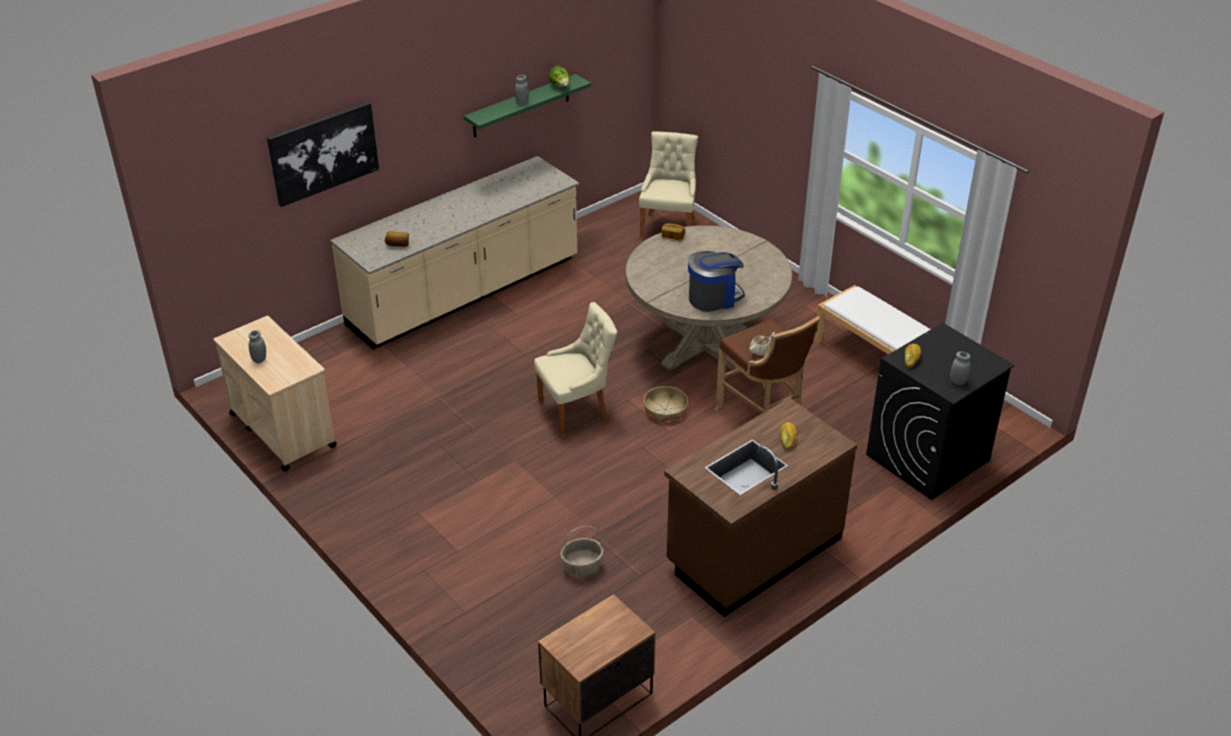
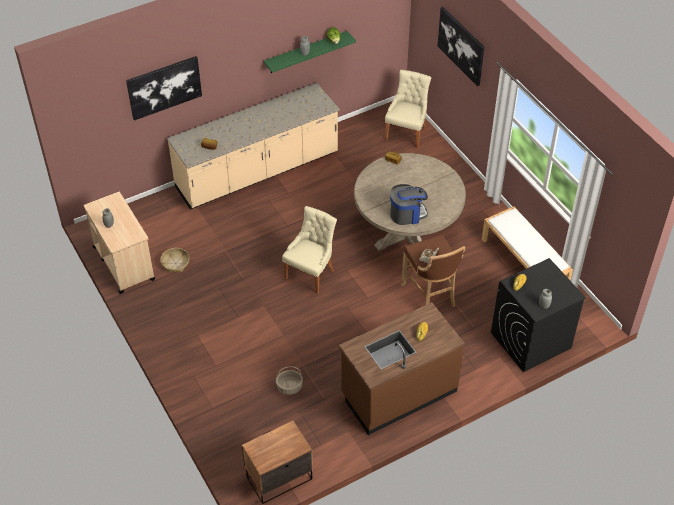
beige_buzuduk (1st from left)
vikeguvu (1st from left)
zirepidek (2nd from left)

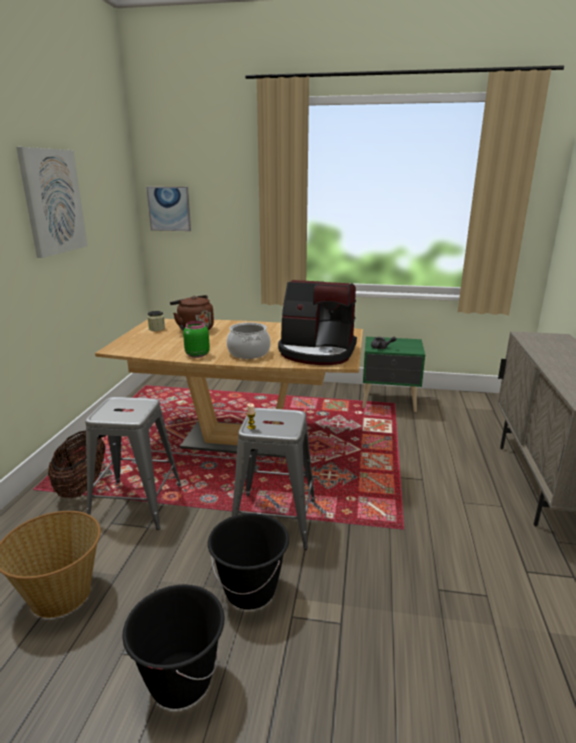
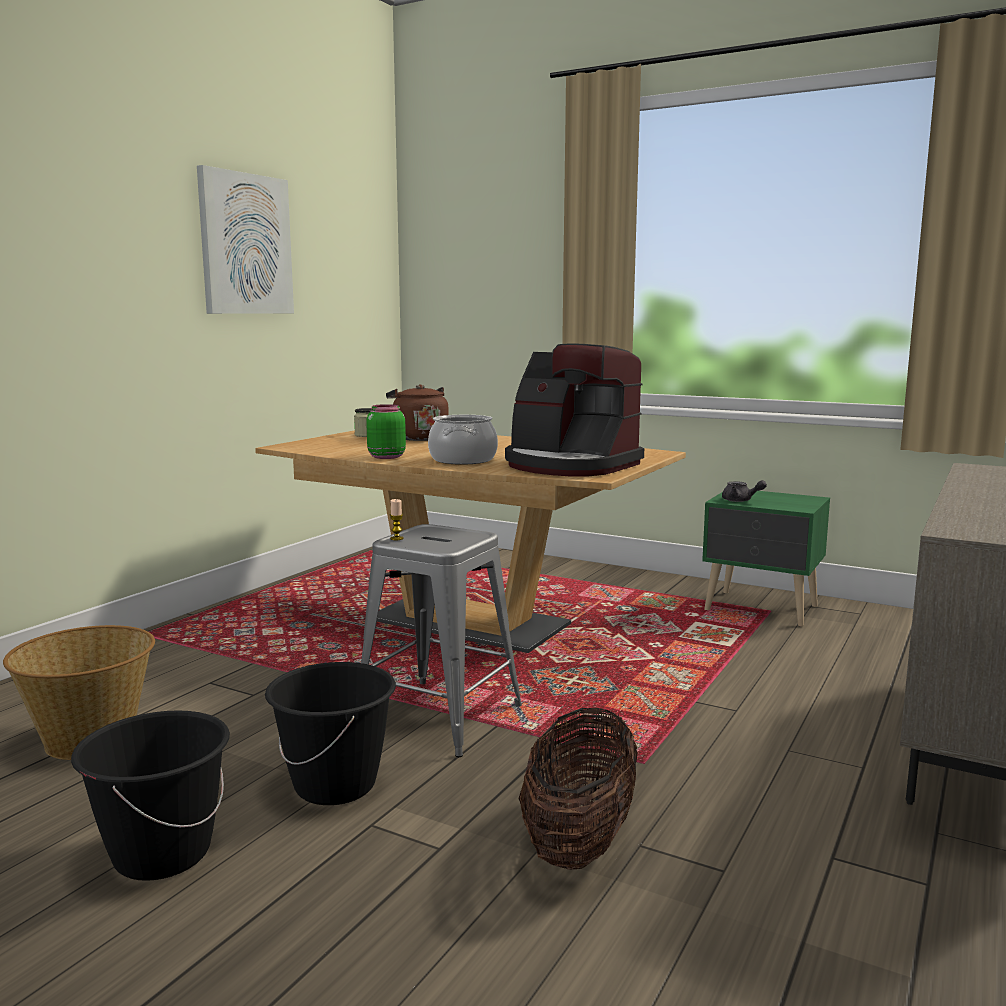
vikeguvu (2nd from left)
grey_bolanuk (1st from left in the first image)
zirepidek (2nd from left in the first image)

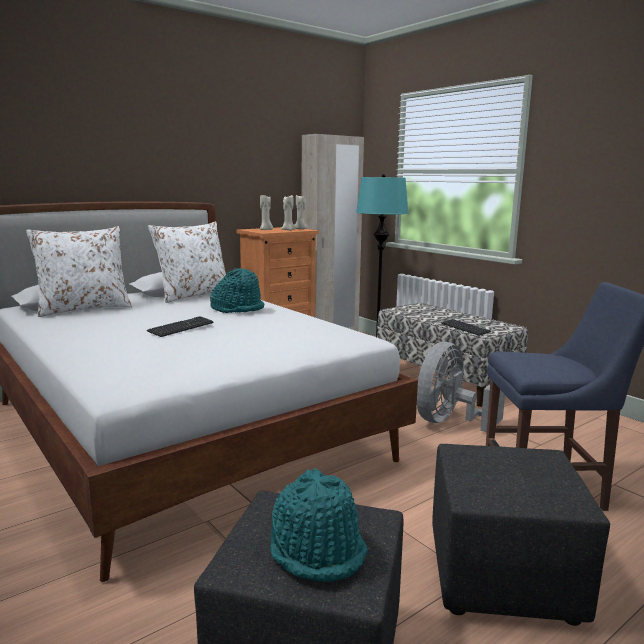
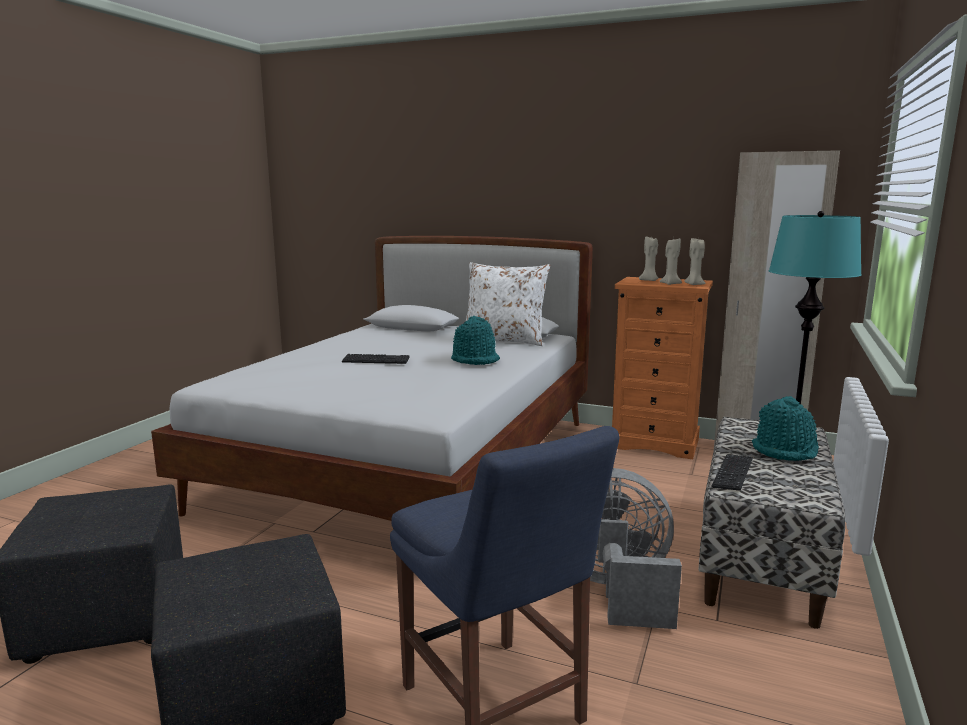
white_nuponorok (1st from left in the first image)
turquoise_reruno (2nd from left)

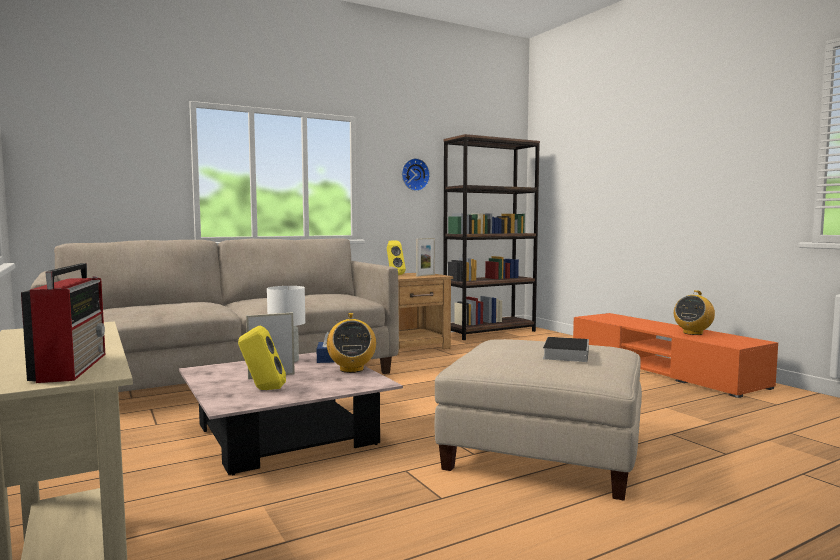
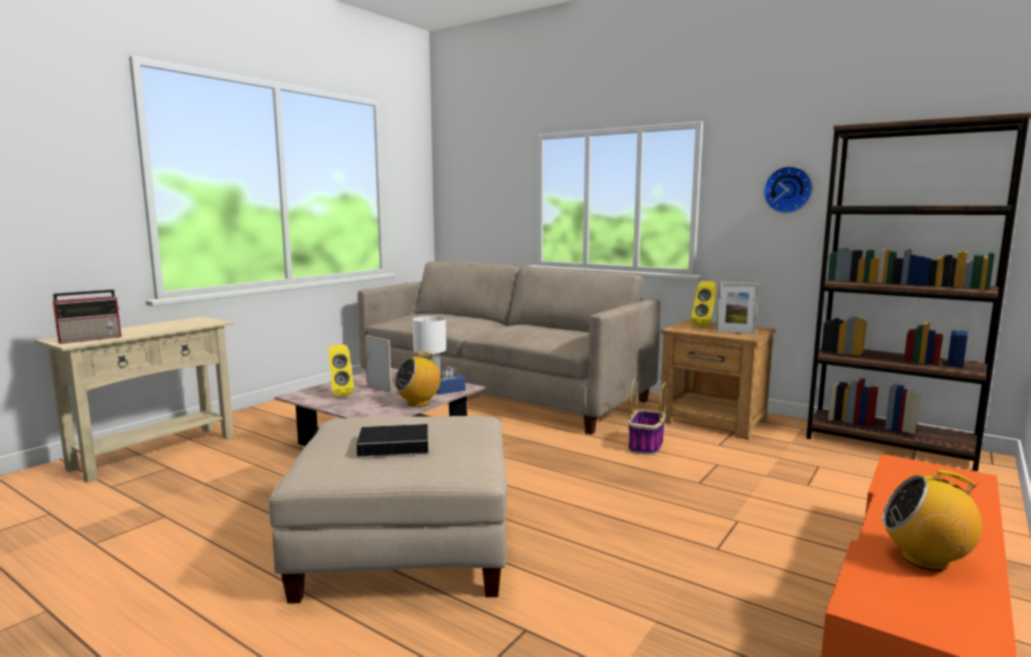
vikeguvu

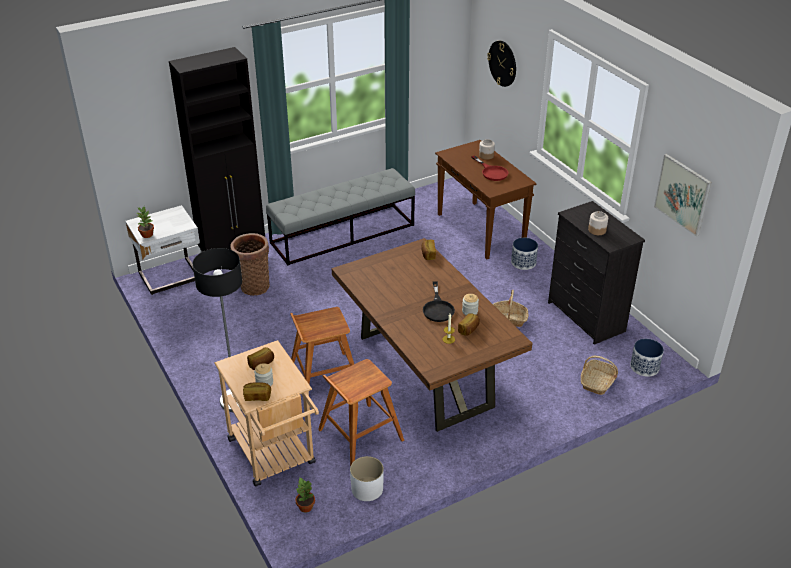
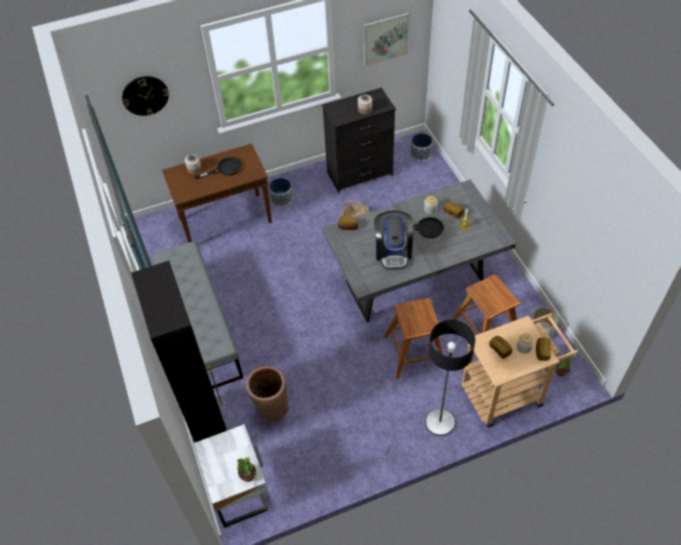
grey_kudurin
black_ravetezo (1st from left)
vikeguvu (3rd from left in the first image)
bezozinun

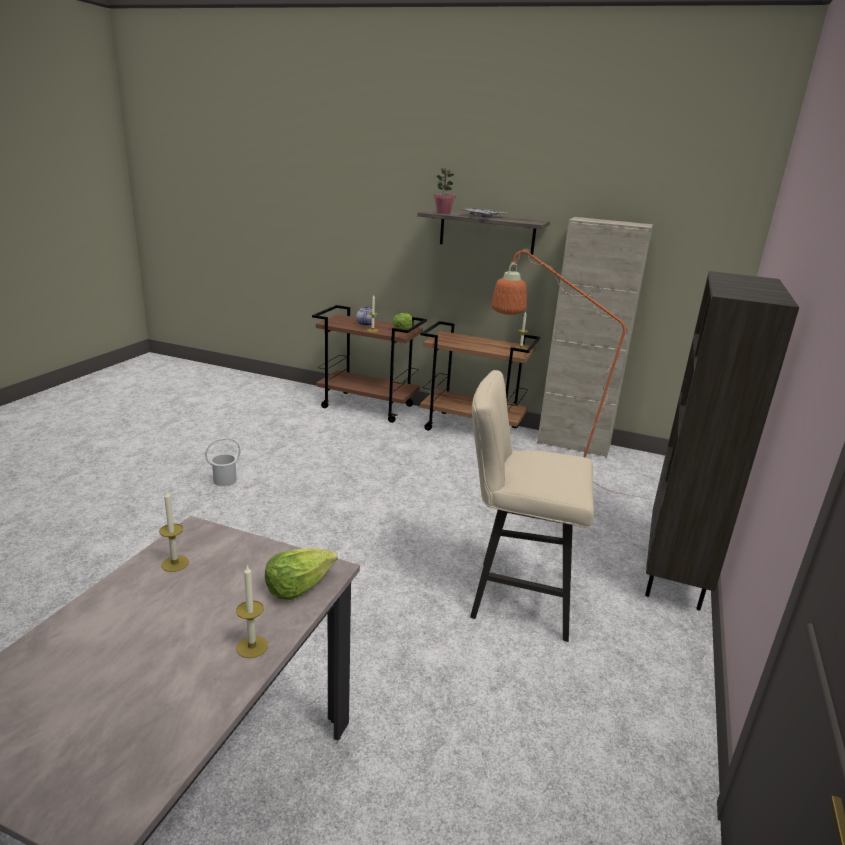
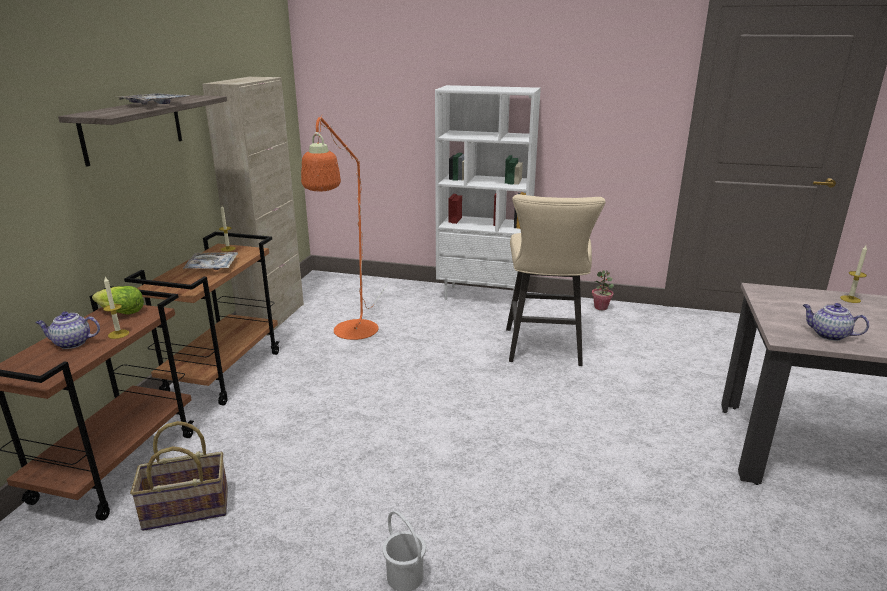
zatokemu (2nd from left)
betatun (1st from left in the first image)
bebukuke
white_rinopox
vikeguvu
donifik (2nd from left)

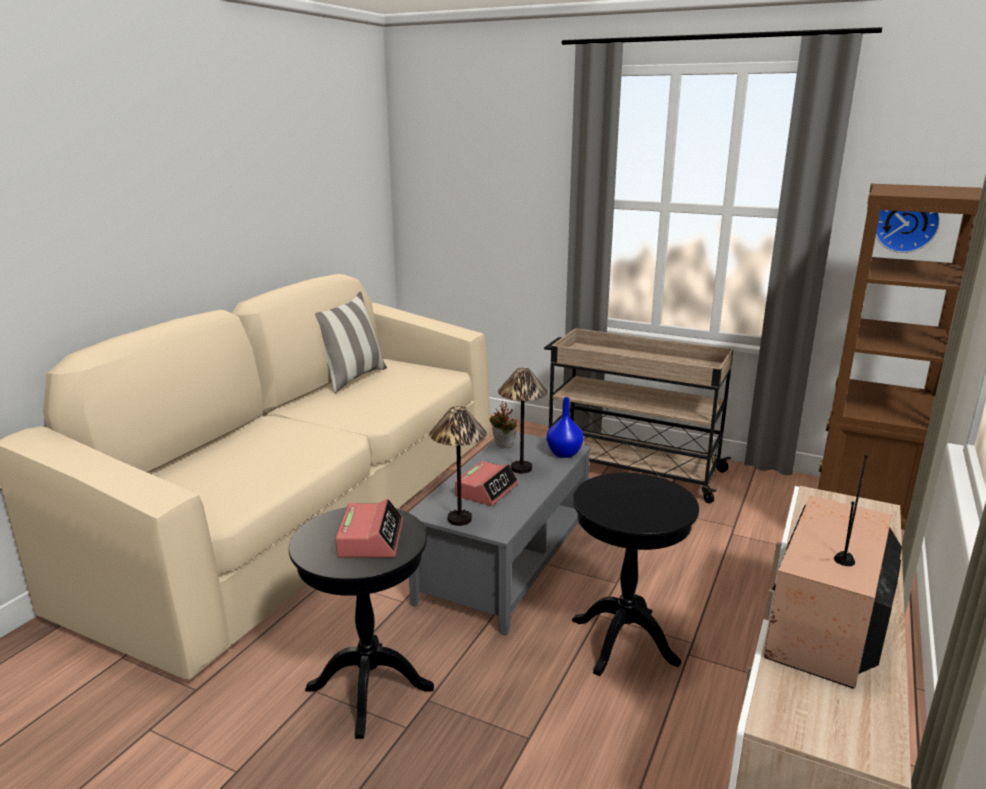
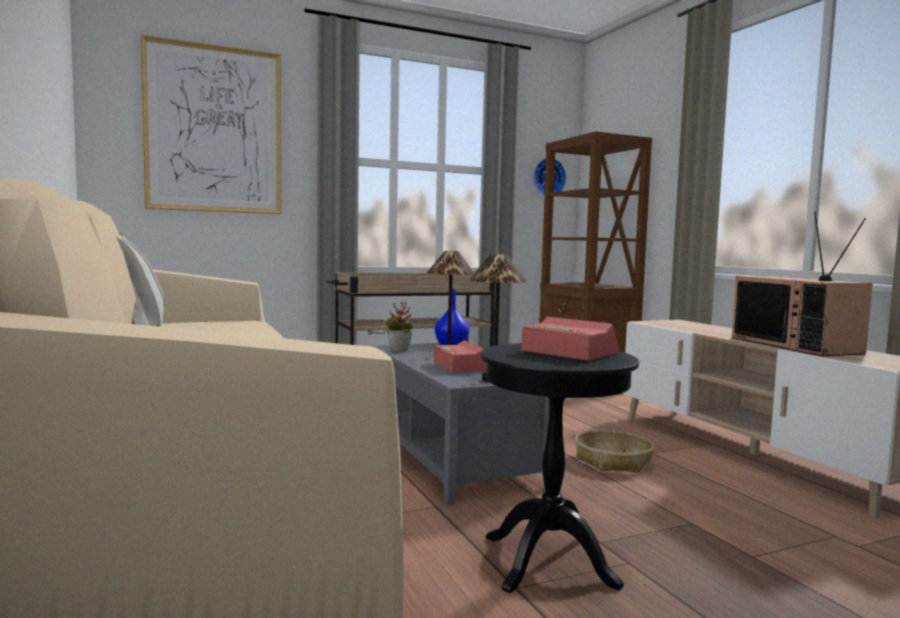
vikeguvu
zirepidek

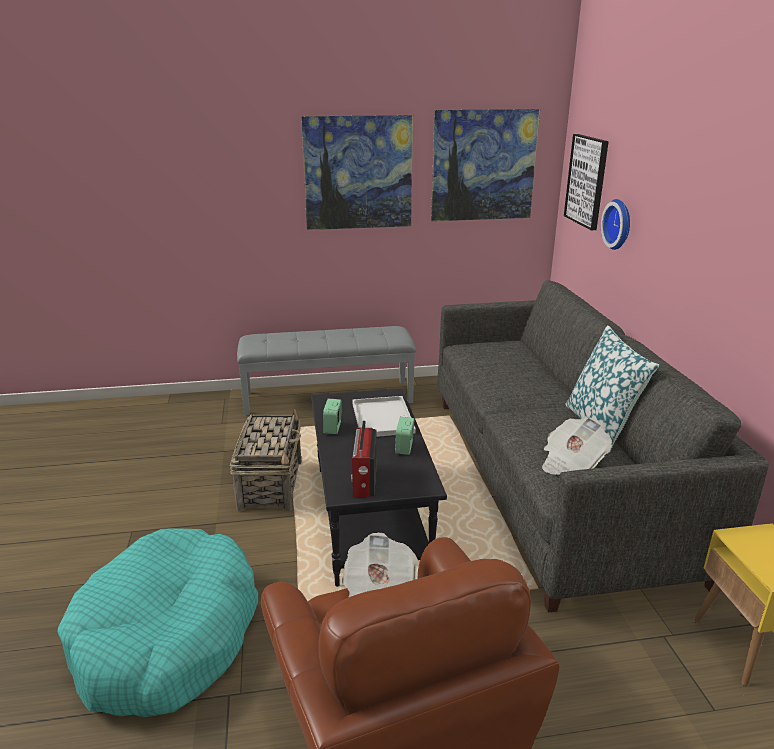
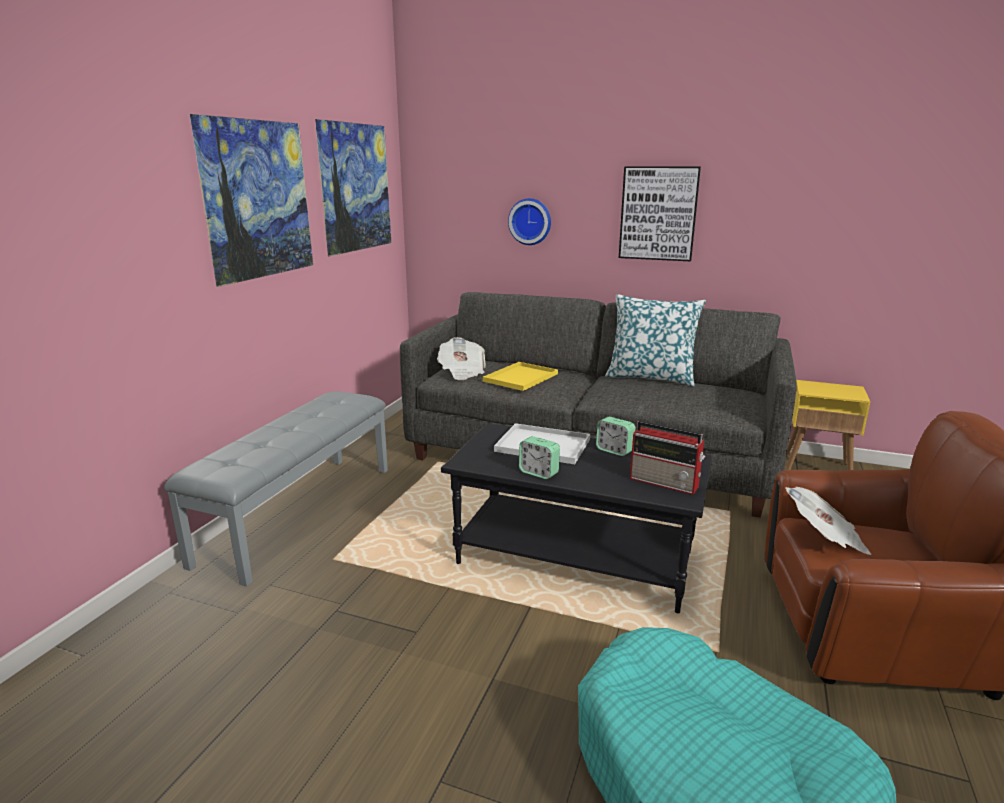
vikeguvu
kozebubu (1st from left)
zirepidek (3rd from left)
yellow_donifik

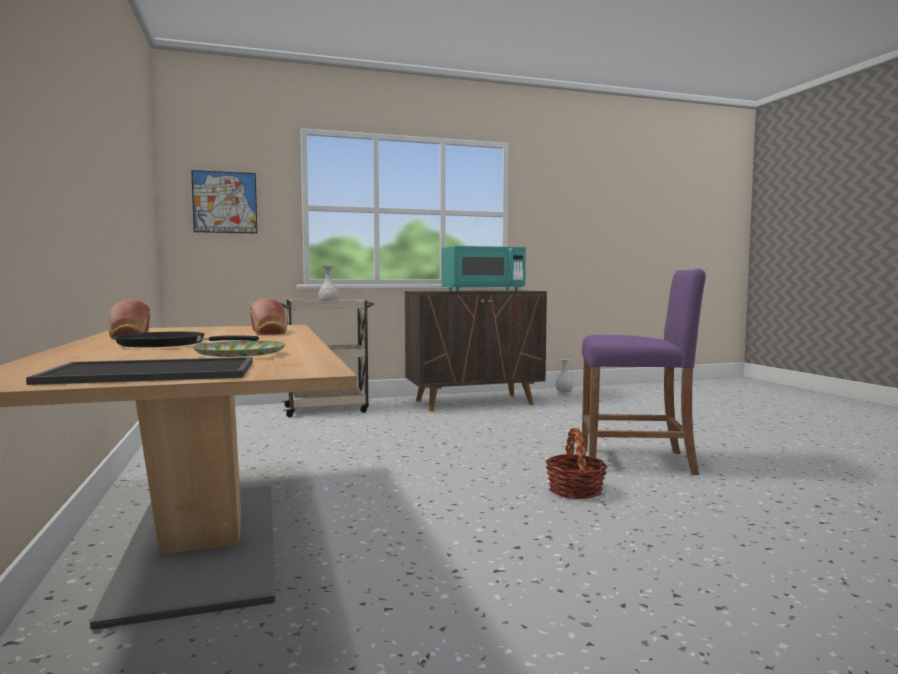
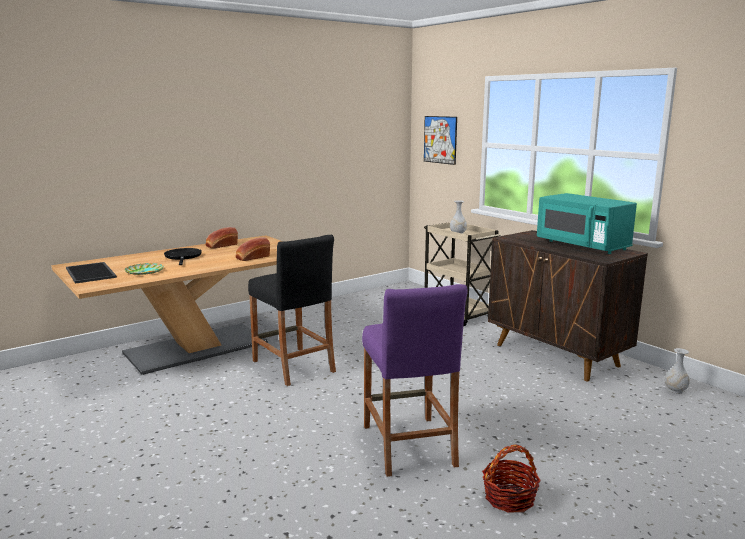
vikeguvu
black_bolanuk

